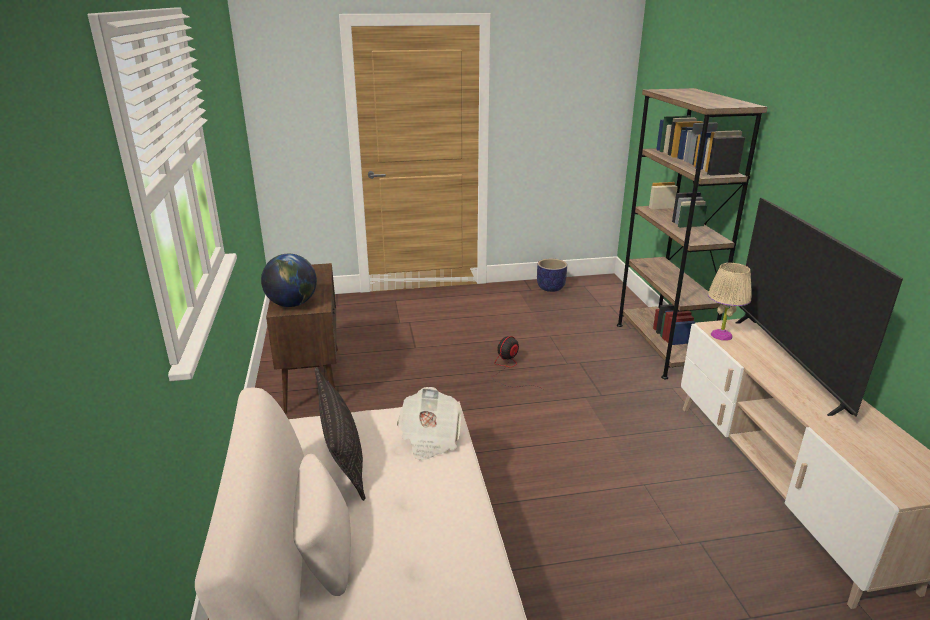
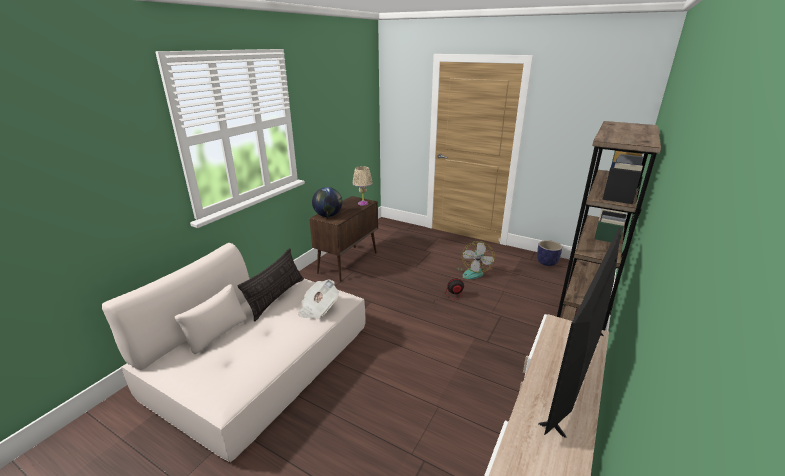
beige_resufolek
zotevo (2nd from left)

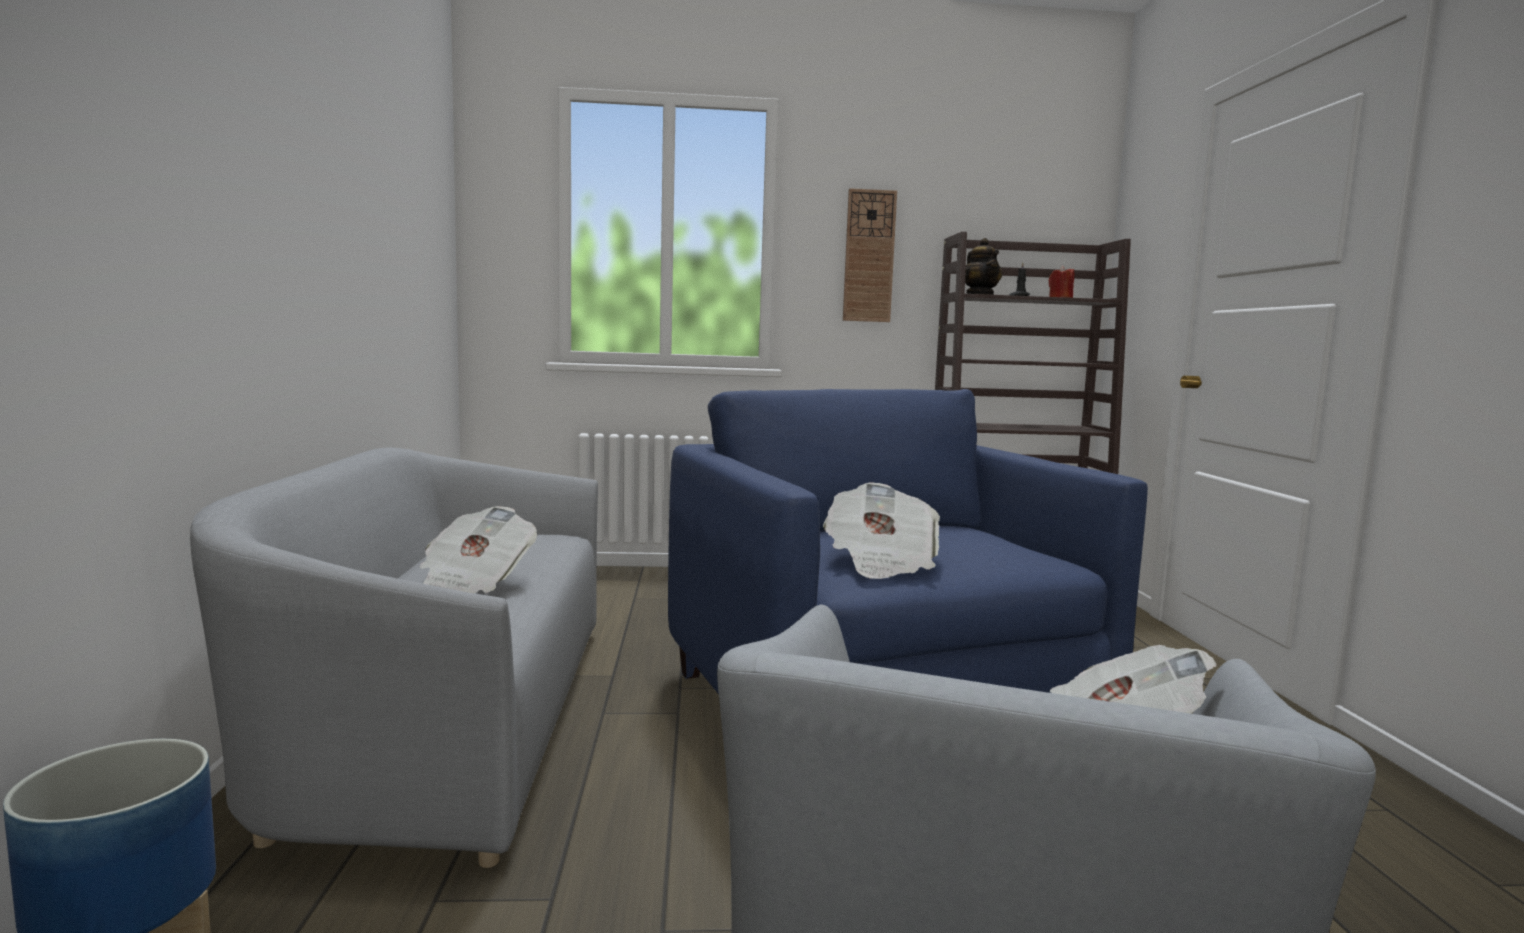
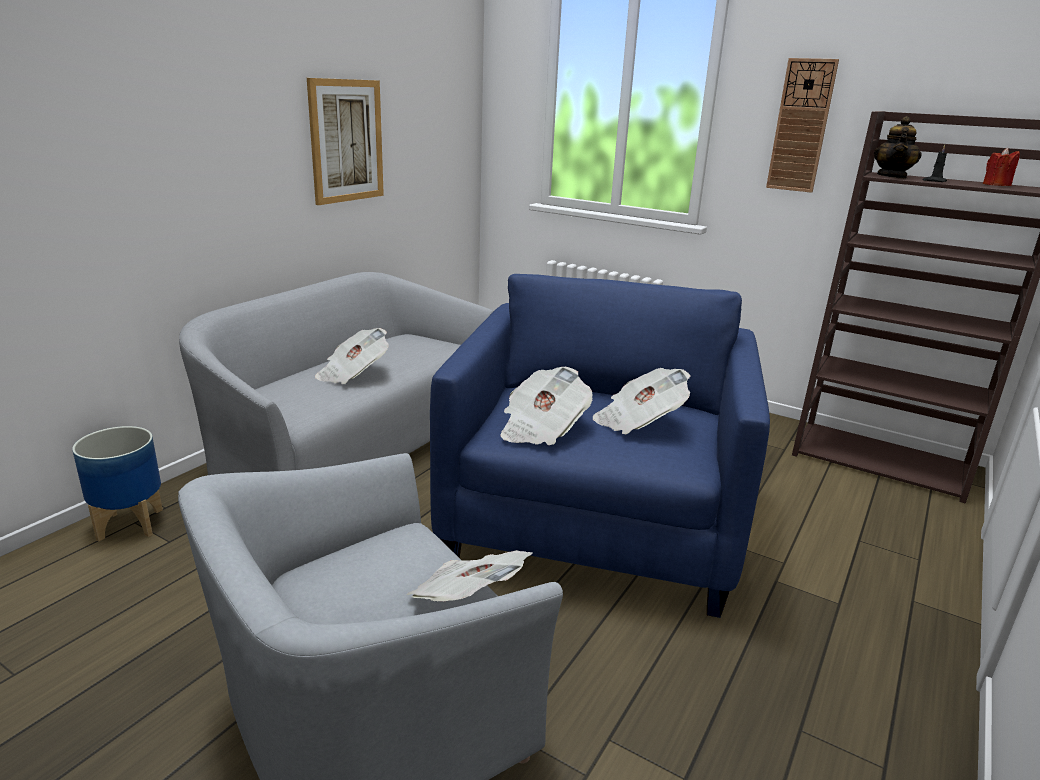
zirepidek
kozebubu (4th from left)

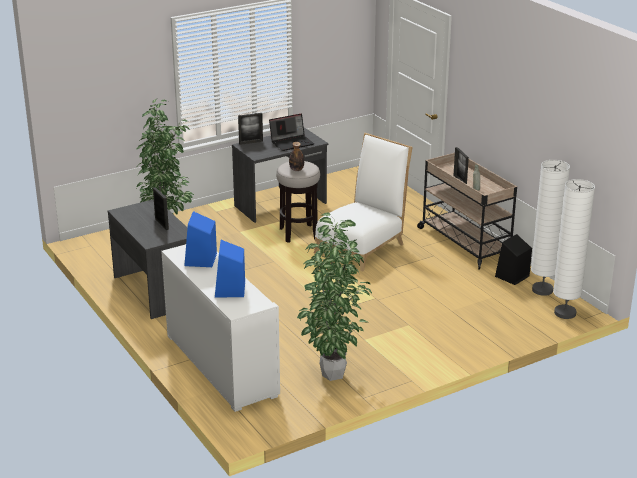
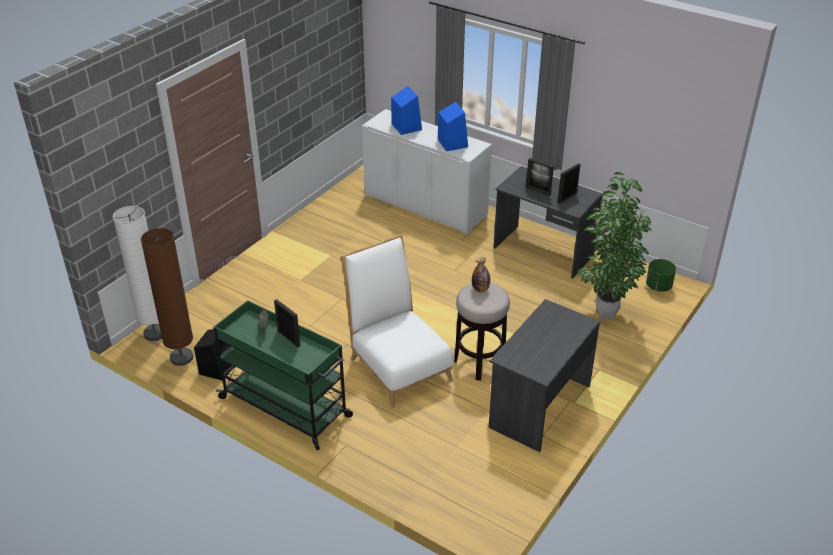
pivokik (3rd from left)
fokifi
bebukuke (2nd from left in the first image)
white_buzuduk
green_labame
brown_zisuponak
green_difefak

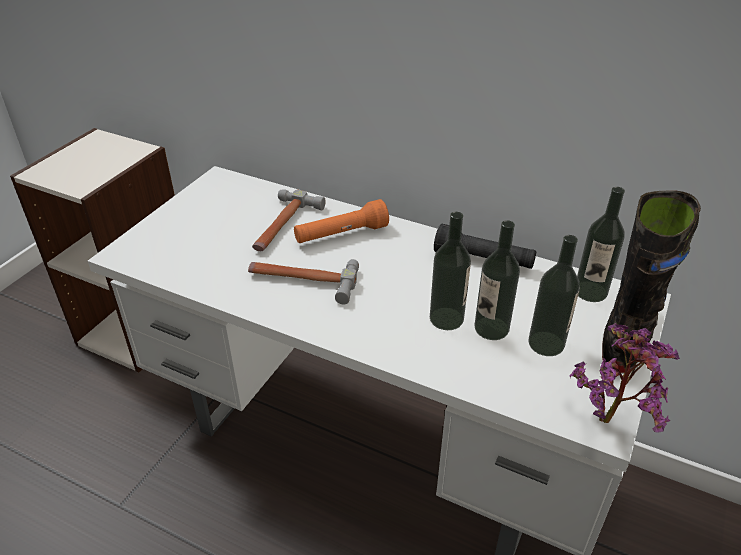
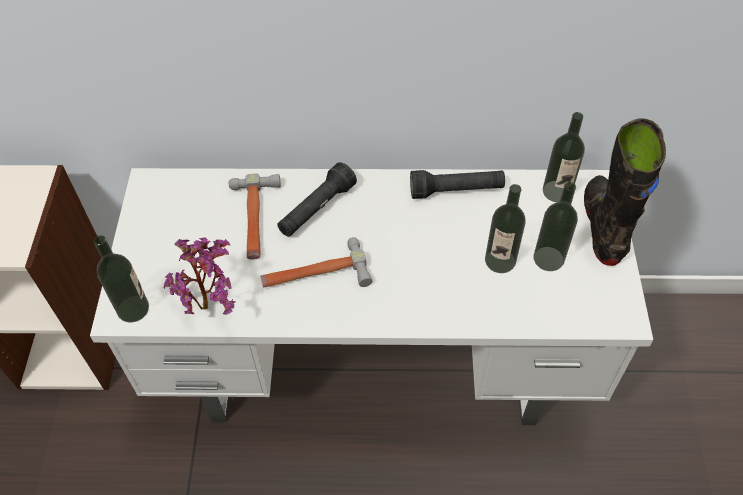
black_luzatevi (1st from left)
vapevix (1st from left)
bebukuke

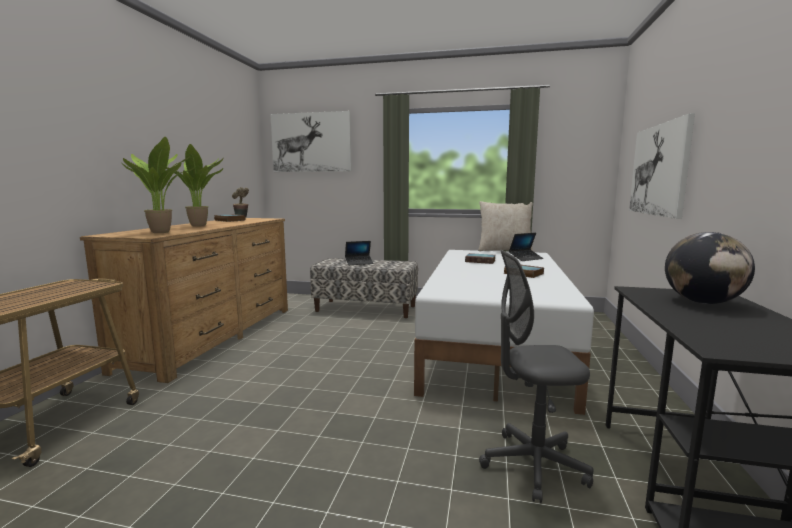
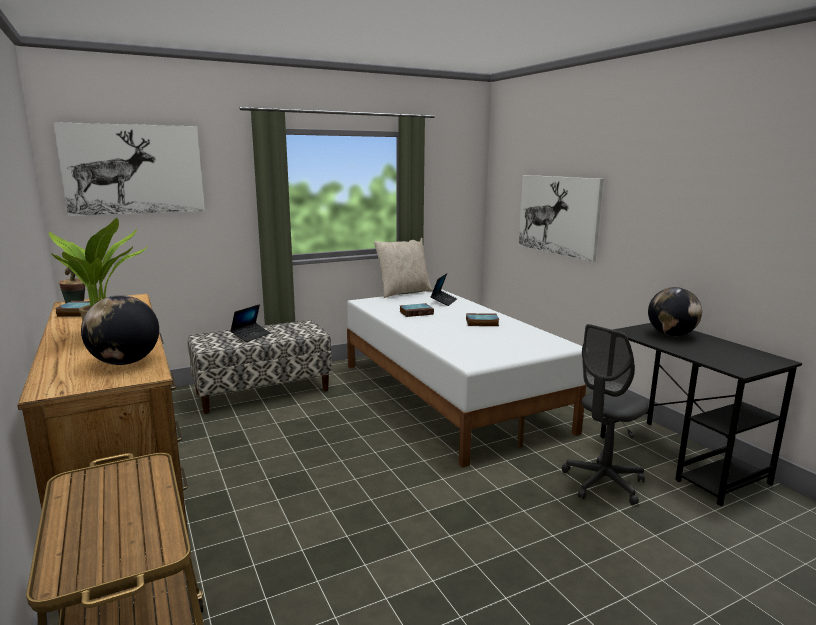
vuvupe (1st from left)

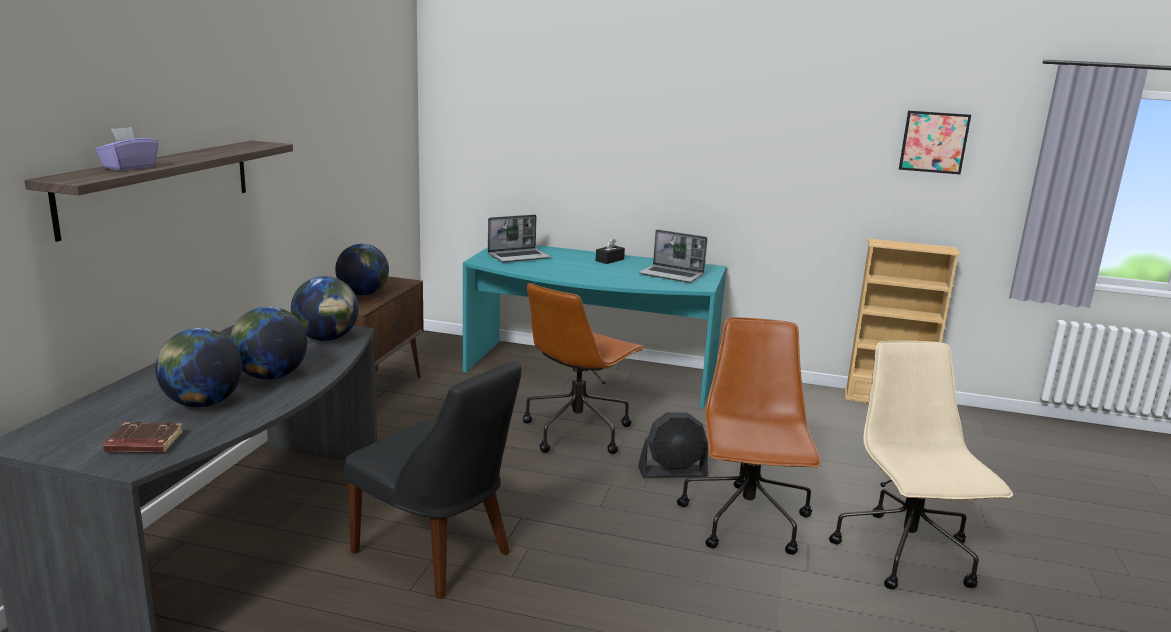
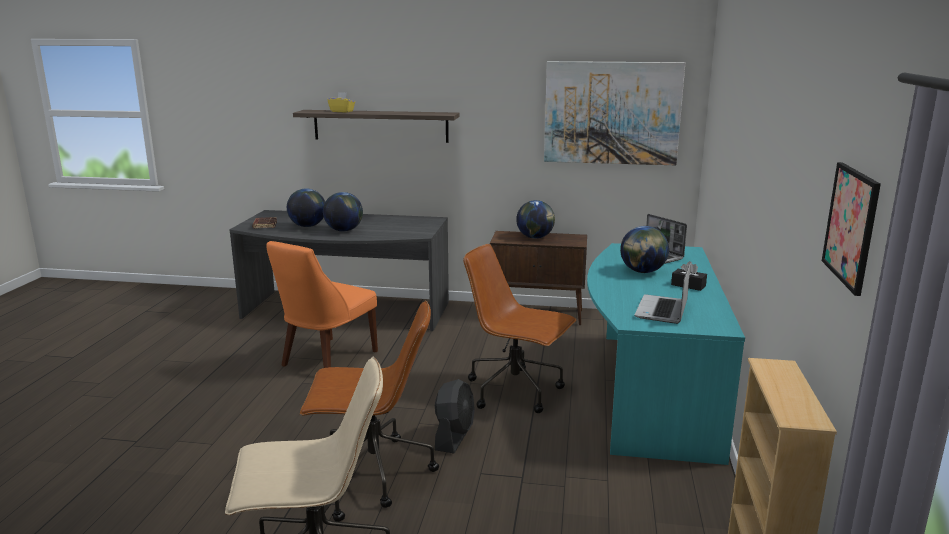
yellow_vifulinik
vuvupe (4th from left)
orange_buzuduk
black_zotevo
zirepidek (1st from left)

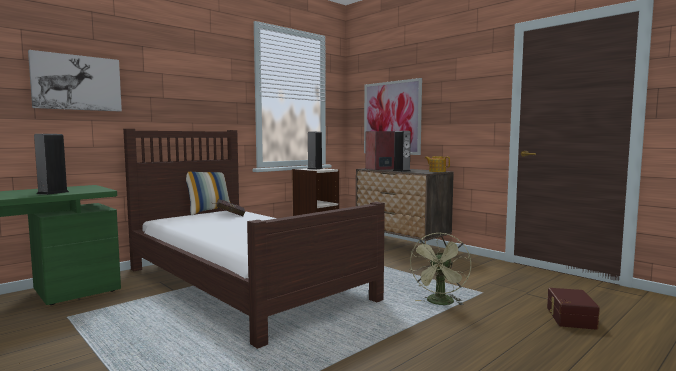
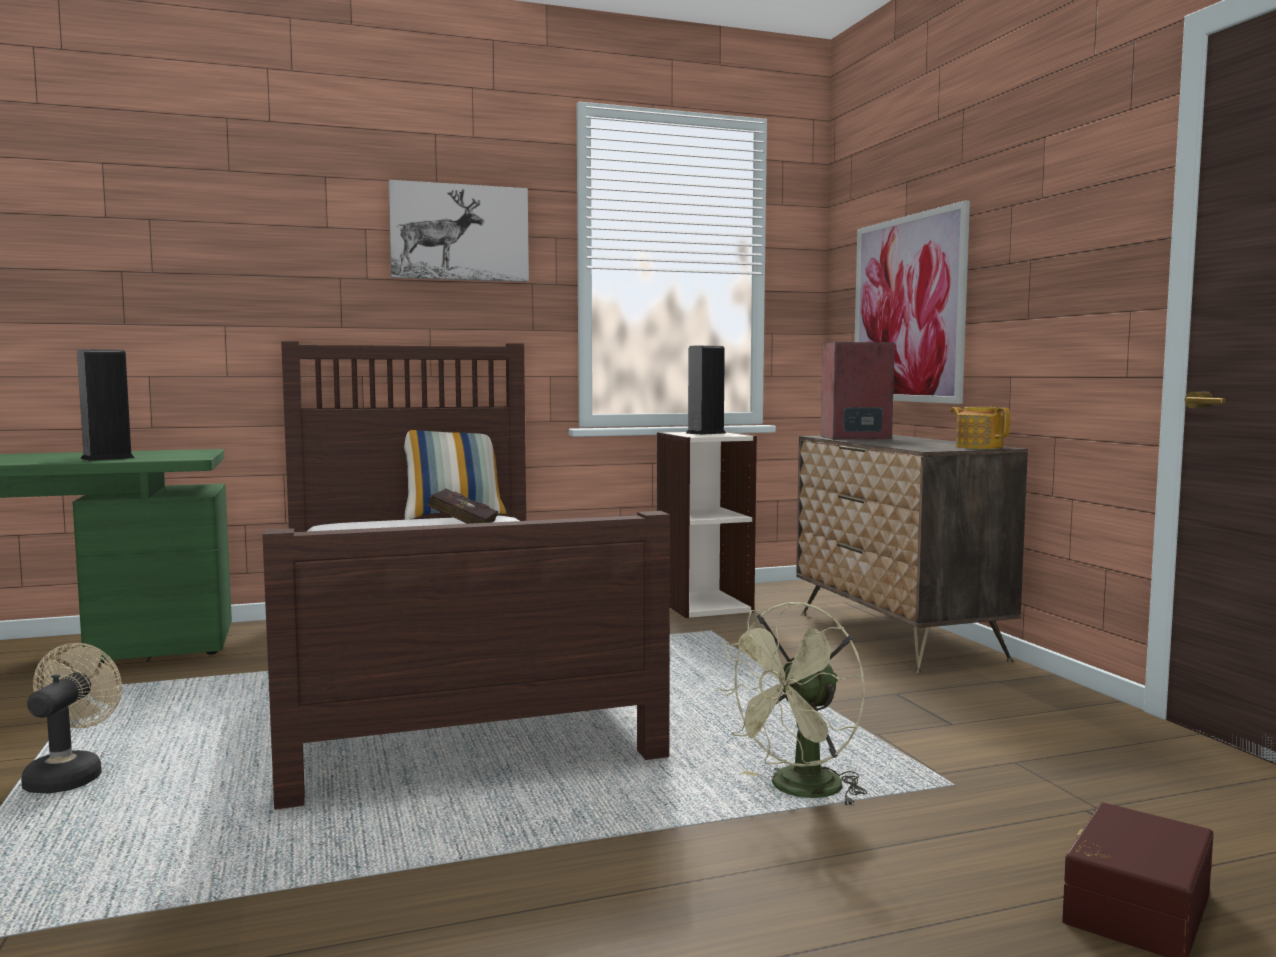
zirepidek (1st from left)
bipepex (4th from left in the first image)
beige_zotevo

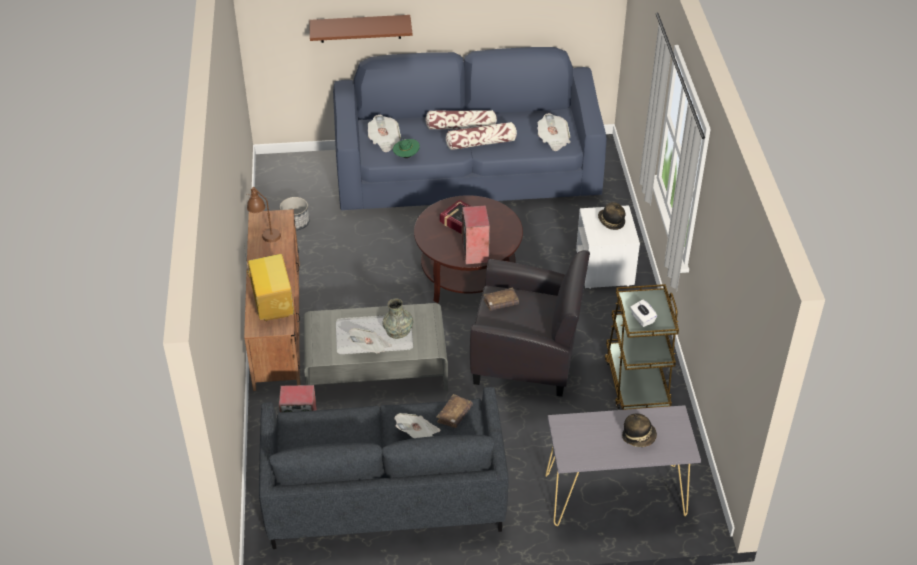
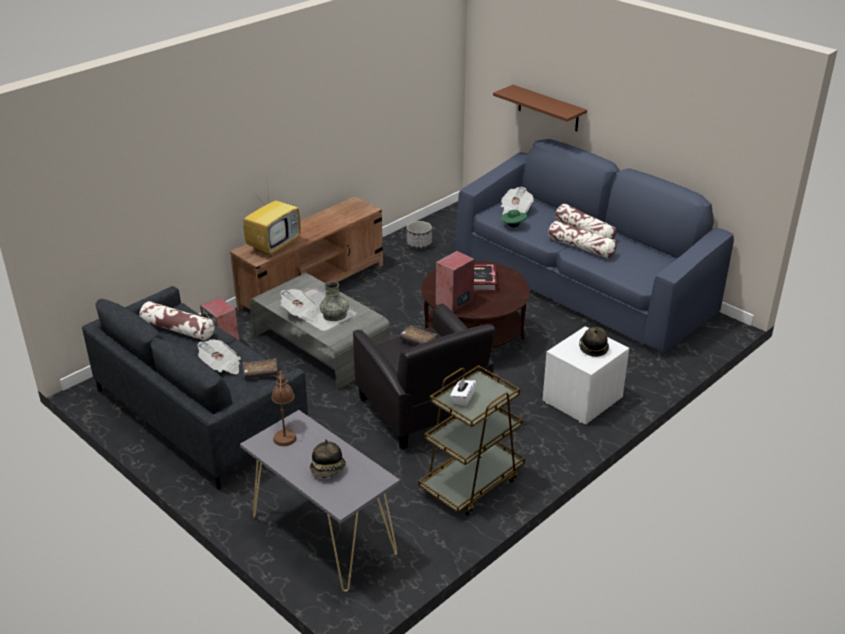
brown_resufolek
kozebubu (4th from left in the first image)
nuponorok (1st from left)

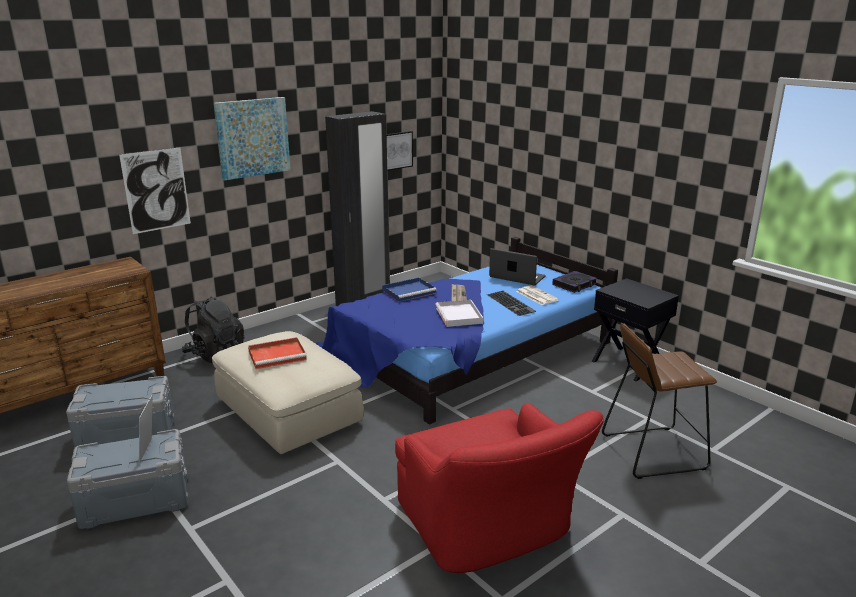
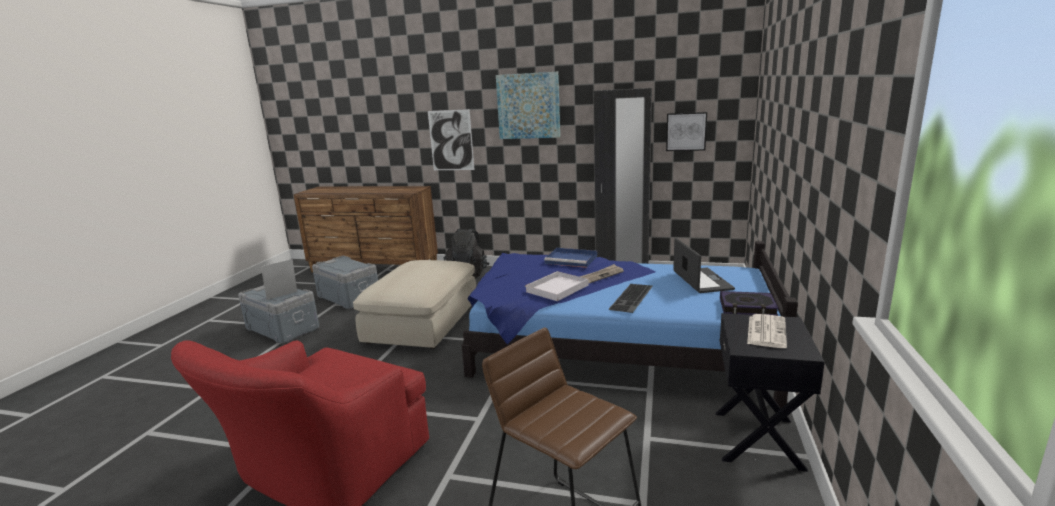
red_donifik
kozebubu (2nd from left)

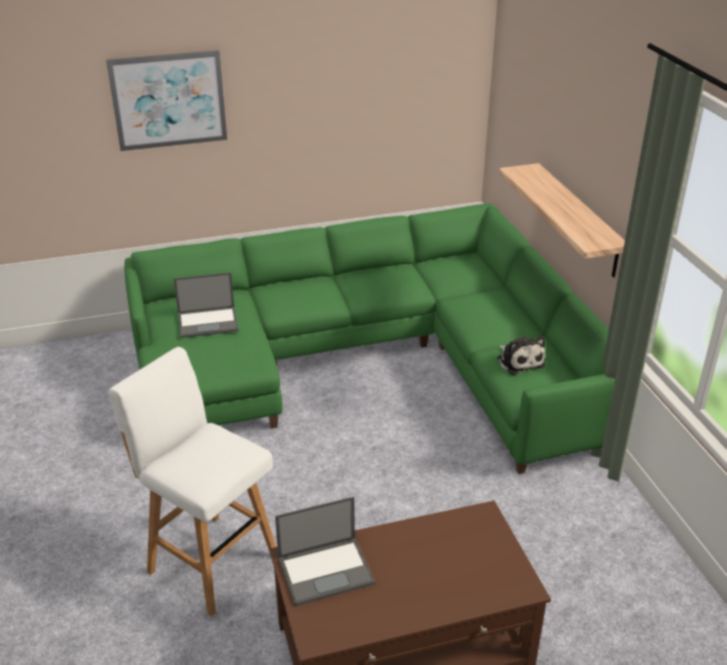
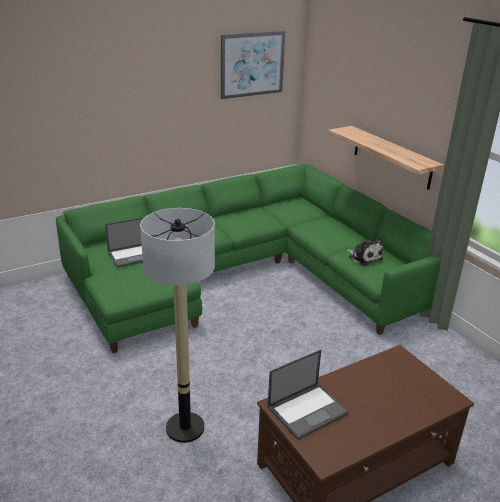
zirepidek
zisuponak

